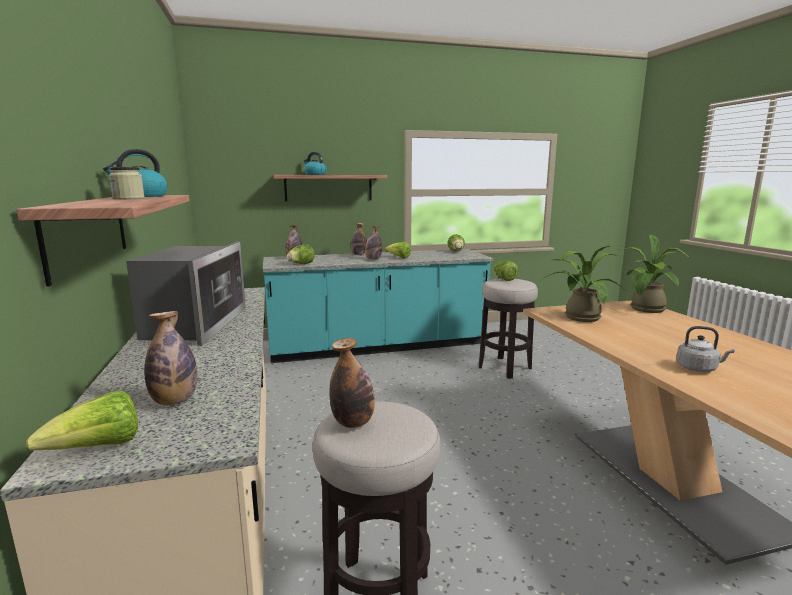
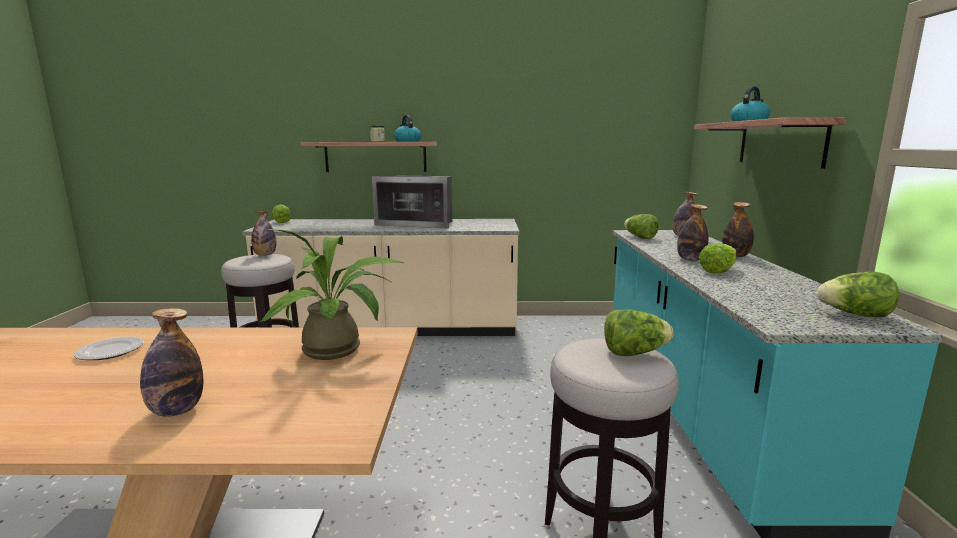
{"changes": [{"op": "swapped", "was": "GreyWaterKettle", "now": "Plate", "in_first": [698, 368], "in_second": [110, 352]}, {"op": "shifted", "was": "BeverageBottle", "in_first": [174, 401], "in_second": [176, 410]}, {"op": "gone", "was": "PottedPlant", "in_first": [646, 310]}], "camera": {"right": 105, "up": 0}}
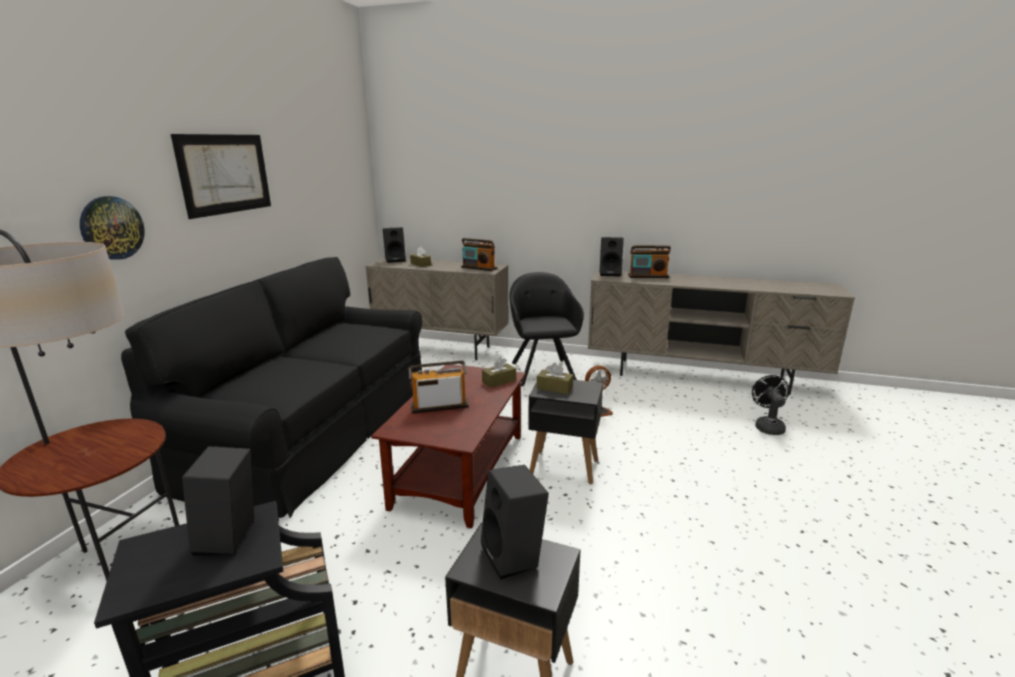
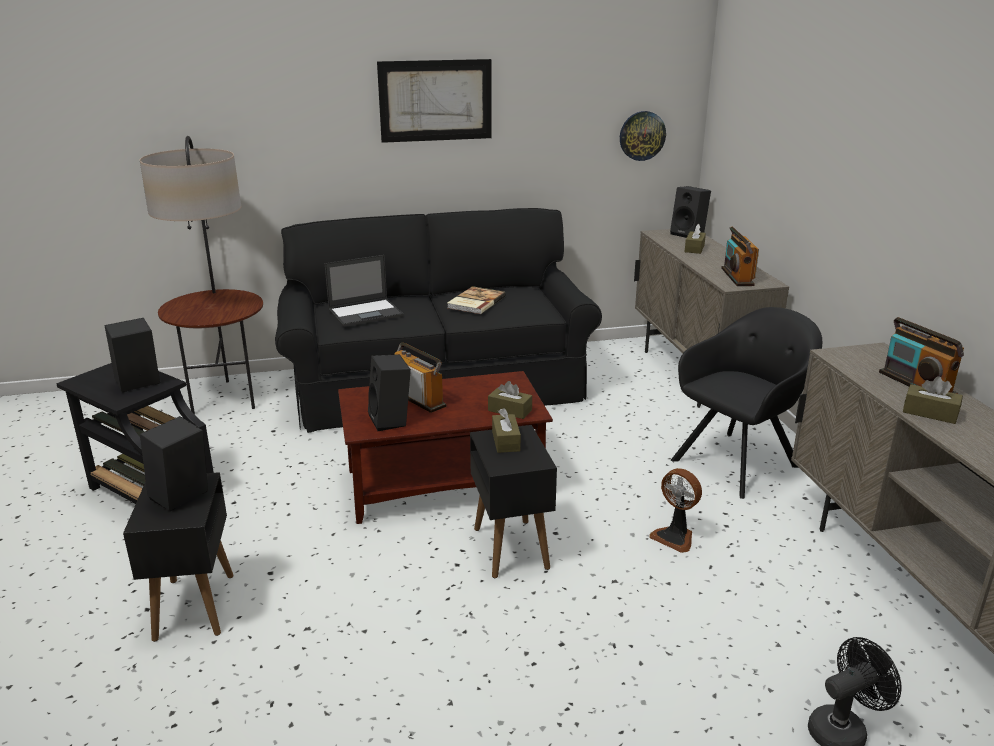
{"changes": [{"op": "new", "now": "Laptop", "in_second": [366, 313]}, {"op": "shifted", "was": "BlackAudioSpeaker", "in_first": [610, 274], "in_second": [392, 420]}, {"op": "new", "now": "Book", "in_second": [475, 302]}, {"op": "shifted", "was": "ClockOnTheWall", "in_first": [112, 228], "in_second": [642, 135]}, {"op": "new", "now": "BrownBoxOfTissues", "in_second": [930, 413]}], "camera": {"right": 60, "up": 5}}
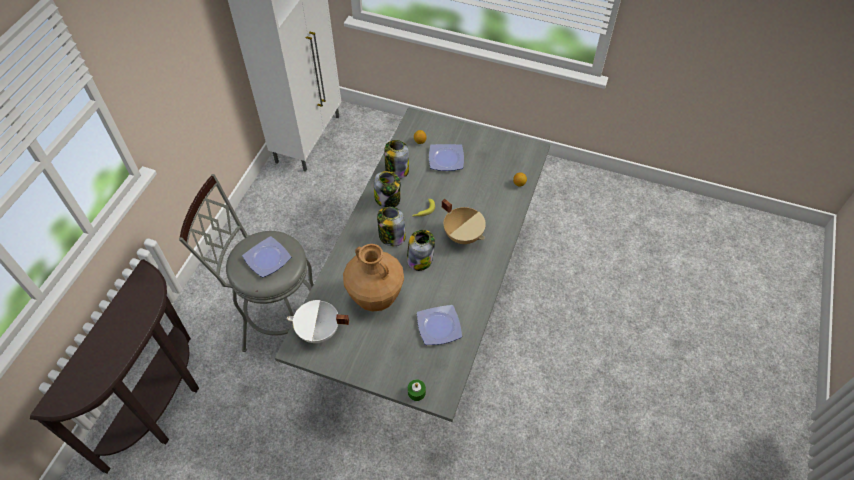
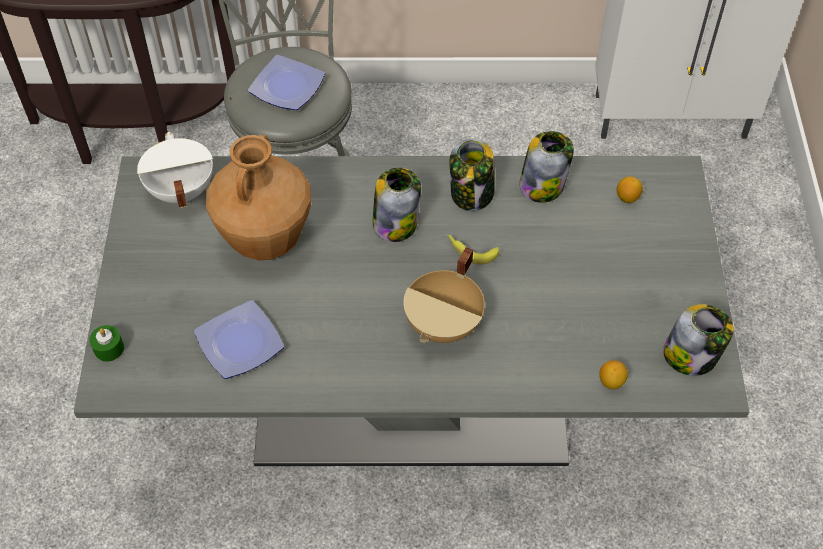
{"changes": [{"op": "shifted", "was": "Jar", "in_first": [420, 259], "in_second": [691, 356]}, {"op": "gone", "was": "Plate", "in_first": [447, 159]}], "camera": {"right": 70, "up": 0}}
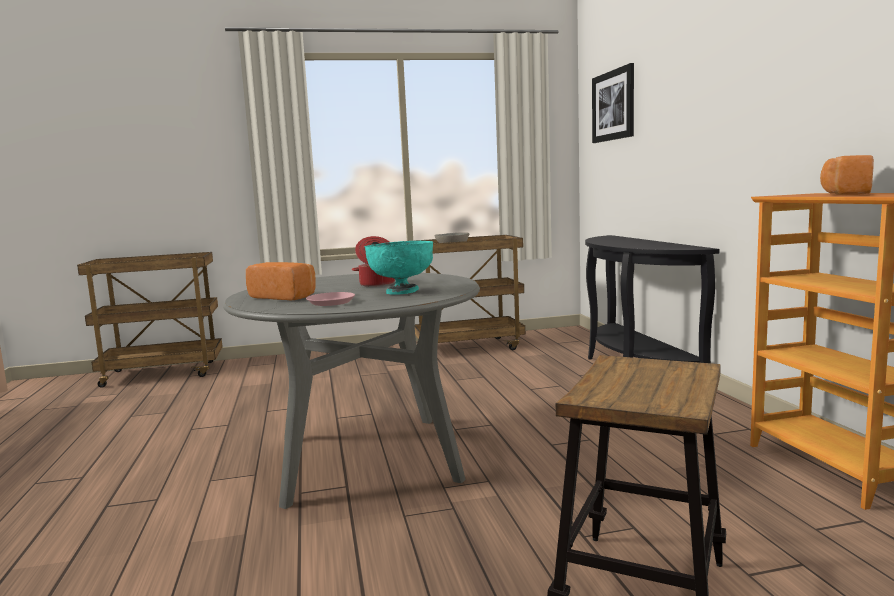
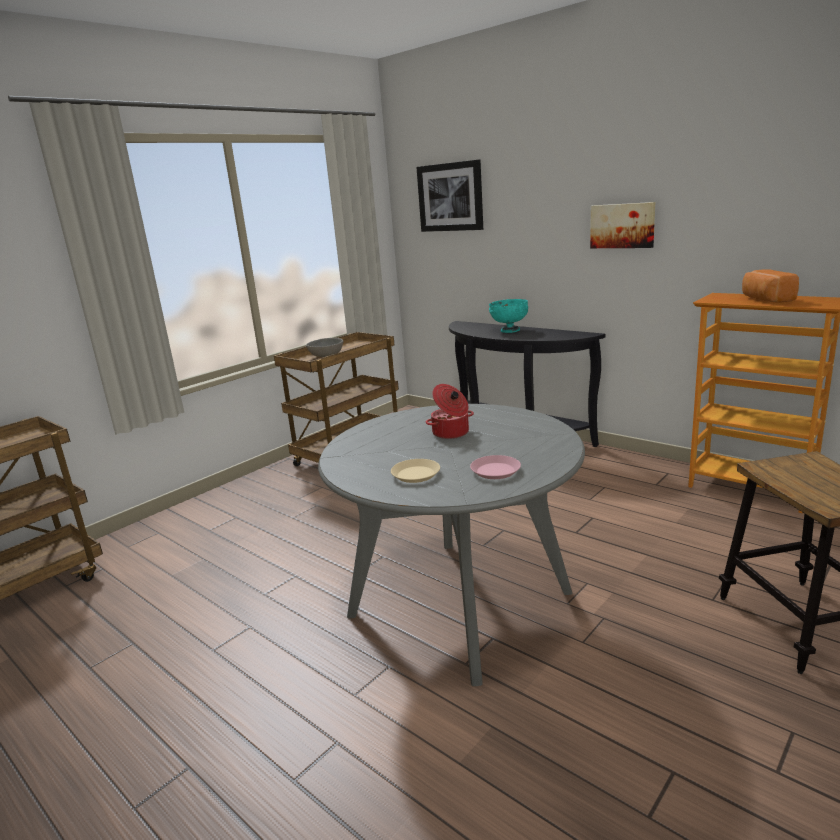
{"changes": [{"op": "swapped", "was": "Bread", "now": "BeigePlate", "in_first": [285, 297], "in_second": [416, 474]}, {"op": "shifted", "was": "TurquoiseDeepDish", "in_first": [402, 292], "in_second": [509, 330]}, {"op": "new", "now": "WallArt", "in_second": [622, 225]}], "camera": {"right": -35, "up": 10}}
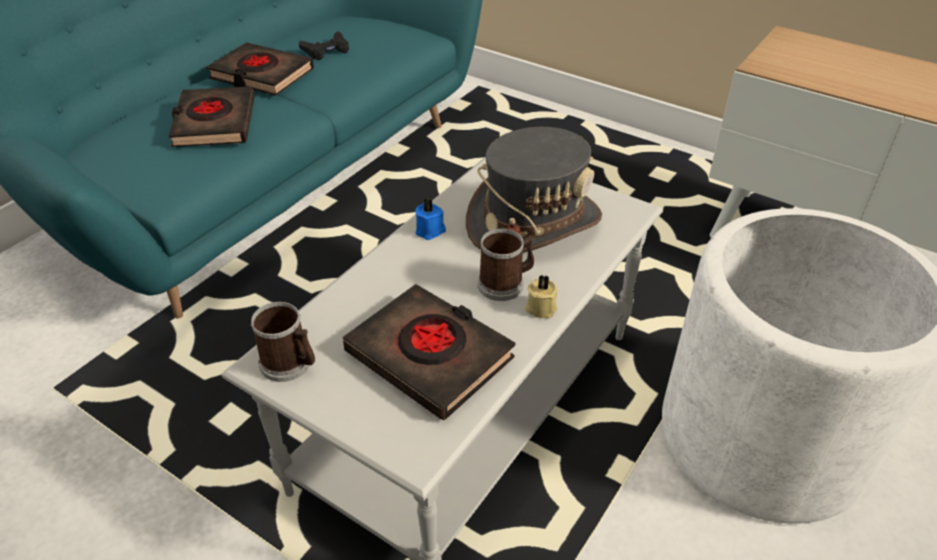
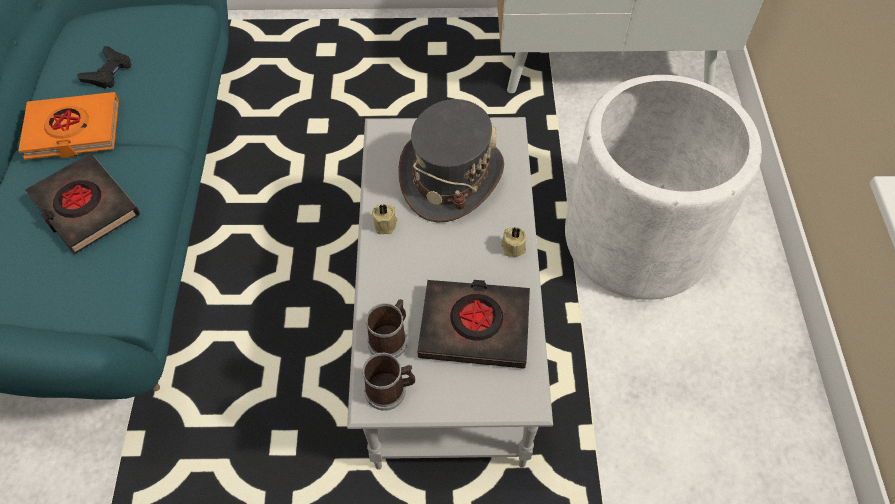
{"changes": [{"op": "repainted", "was": "BlackBook", "now": "OrangeBook", "in_first": [261, 75], "in_second": [73, 131]}, {"op": "shifted", "was": "TeaMug", "in_first": [505, 284], "in_second": [390, 338]}, {"op": "repainted", "was": "BluishCandle", "now": "BeigeCandle", "in_first": [431, 231], "in_second": [386, 224]}], "camera": {"right": -35, "up": 15}}
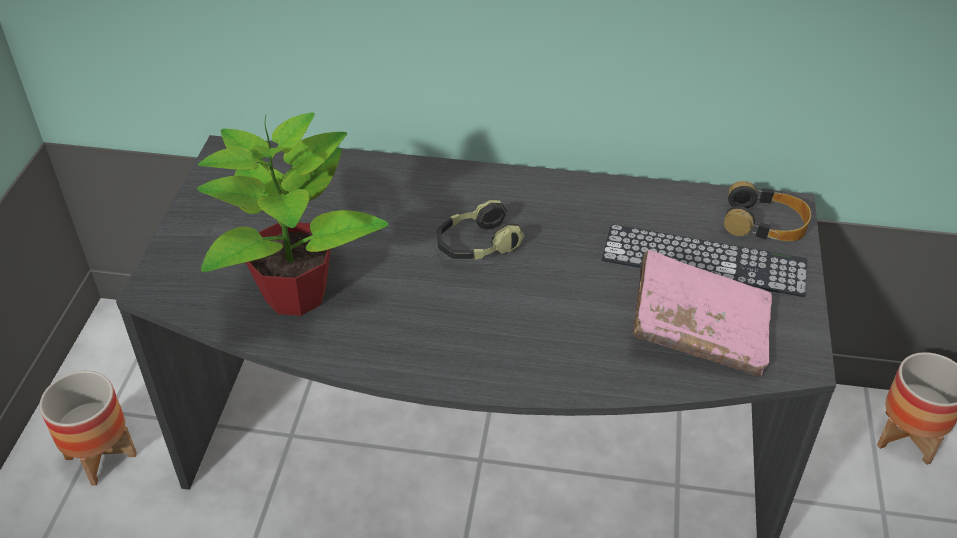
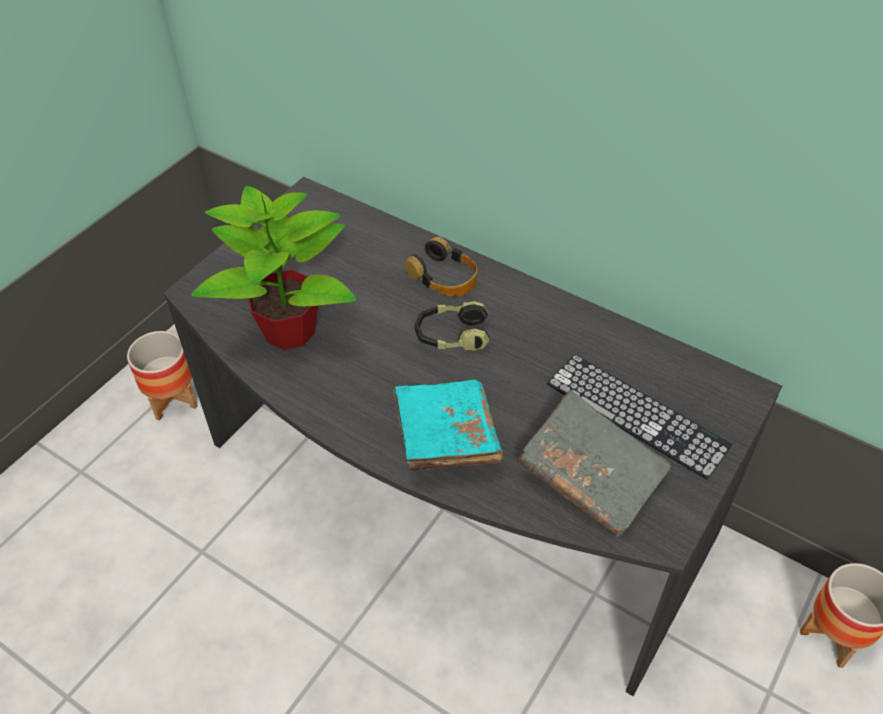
{"changes": [{"op": "new", "now": "TurquoiseBook", "in_second": [445, 437]}, {"op": "shifted", "was": "PairOfHeadphones", "in_first": [765, 223], "in_second": [444, 276]}, {"op": "repainted", "was": "PinkishBook", "now": "GreyBook", "in_first": [699, 330], "in_second": [591, 475]}], "camera": {"right": 25, "up": 5}}
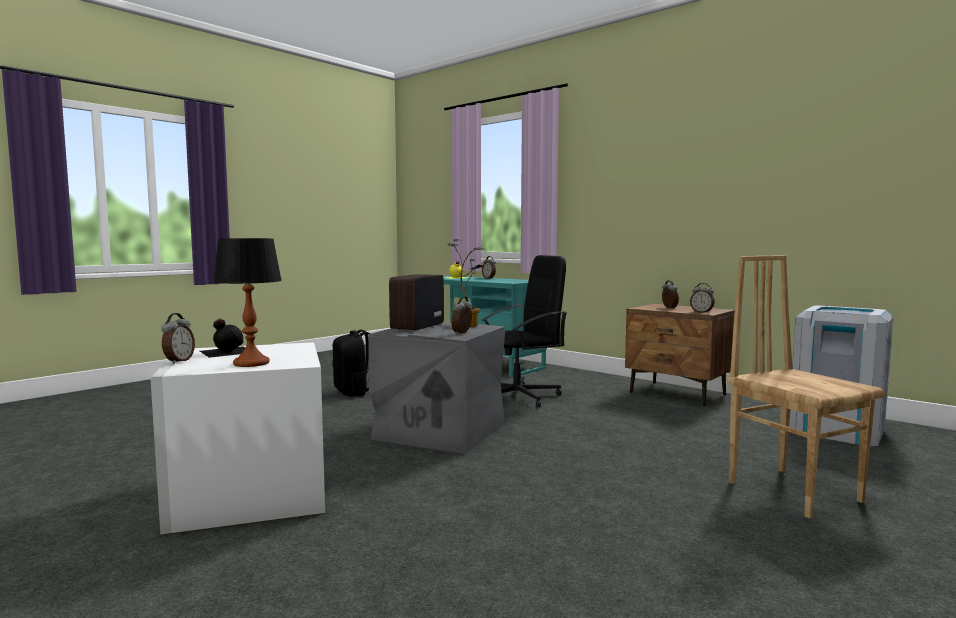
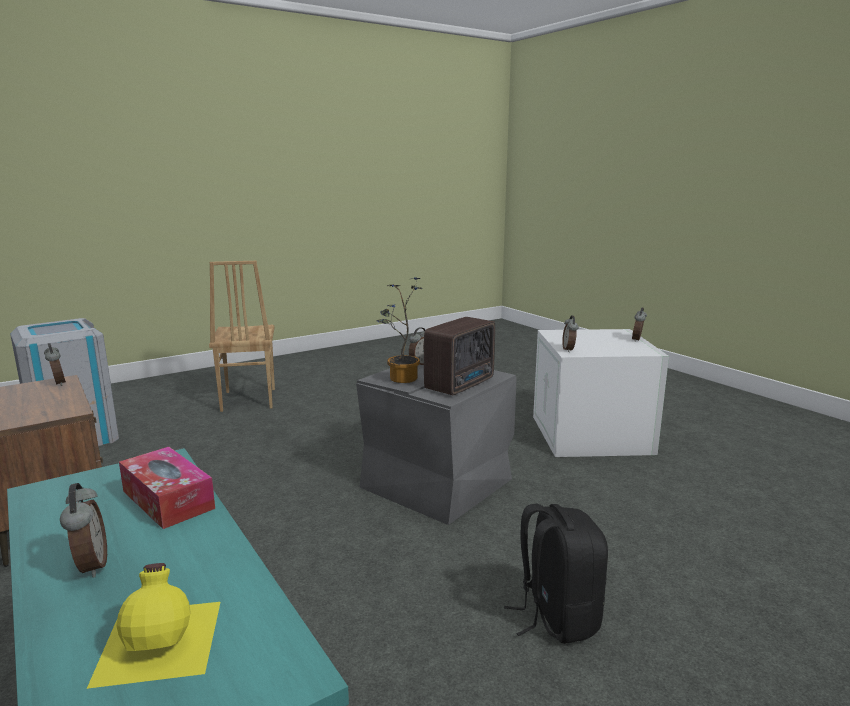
{"changes": [{"op": "new", "now": "BoxOfTissues", "in_second": [168, 499]}, {"op": "shifted", "was": "BedsideClock", "in_first": [669, 308], "in_second": [569, 349]}, {"op": "gone", "was": "BlackBeverageBottle", "in_first": [225, 351]}, {"op": "gone", "was": "TabletopLamp", "in_first": [252, 363]}, {"op": "gone", "was": "BlackDeskChair", "in_first": [518, 396]}], "camera": {"right": -165, "up": 10}}
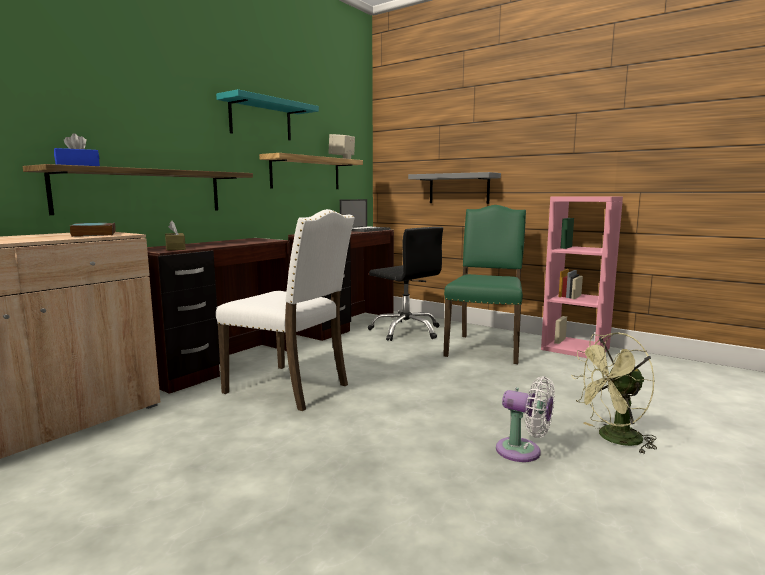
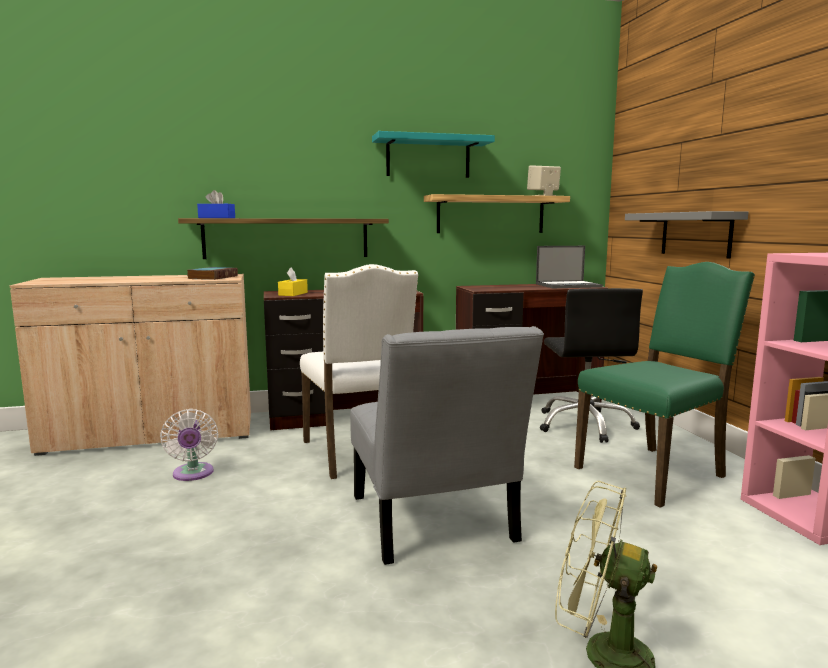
{"changes": [{"op": "shifted", "was": "WhiteFan", "in_first": [523, 452], "in_second": [193, 474]}, {"op": "repainted", "was": "BrownBoxOfTissues", "now": "YellowBoxOfTissues", "in_first": [175, 248], "in_second": [293, 294]}, {"op": "new", "now": "GreyPlainChair", "in_second": [434, 524]}], "camera": {"right": 40, "up": 0}}
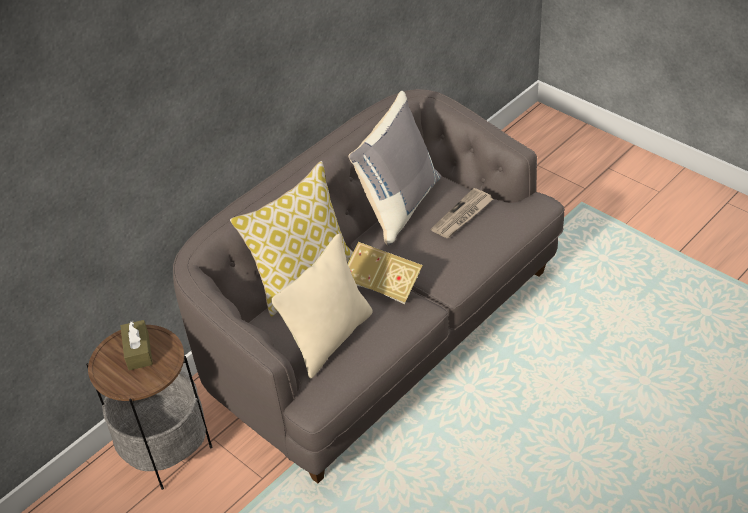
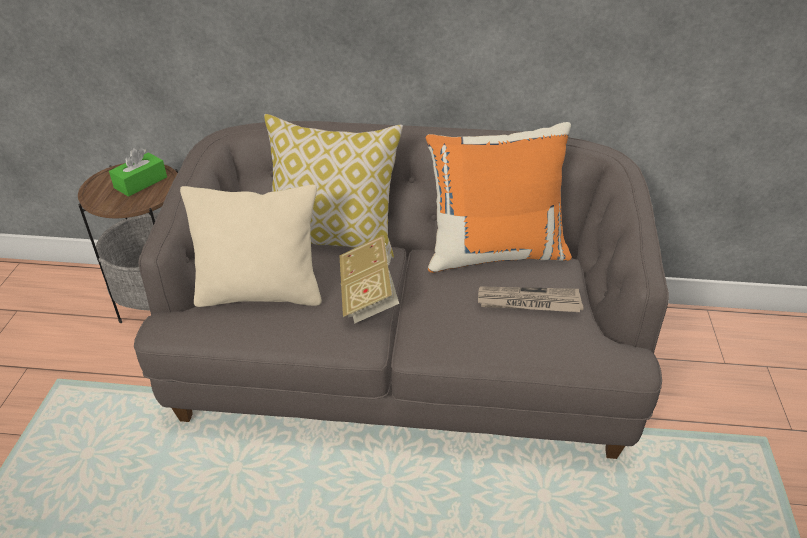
{"changes": [{"op": "repainted", "was": "BrownBoxOfTissues", "now": "GreenColouredBoxOfTissues", "in_first": [138, 351], "in_second": [141, 182]}, {"op": "repainted", "was": "GreyThrowPillow", "now": "OrangeThrowPillow", "in_first": [399, 206], "in_second": [494, 252]}], "camera": {"right": 50, "up": -5}}
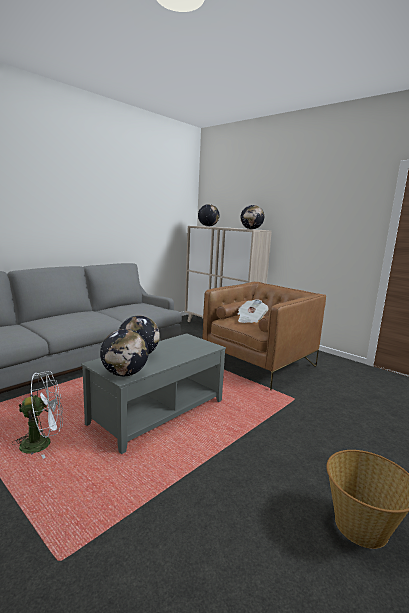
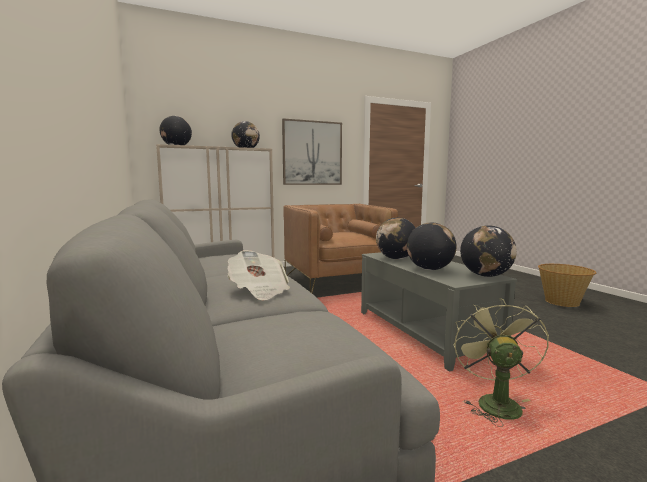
{"changes": [{"op": "shifted", "was": "PrintedPaper", "in_first": [250, 319], "in_second": [259, 290]}, {"op": "new", "now": "WallArt", "in_second": [312, 153]}, {"op": "new", "now": "WorldGlobe", "in_second": [396, 258]}, {"op": "repainted", "was": "WhiteFan", "now": "GreenColouredFan", "in_first": [43, 443], "in_second": [494, 402]}], "camera": {"right": -65, "up": -5}}
